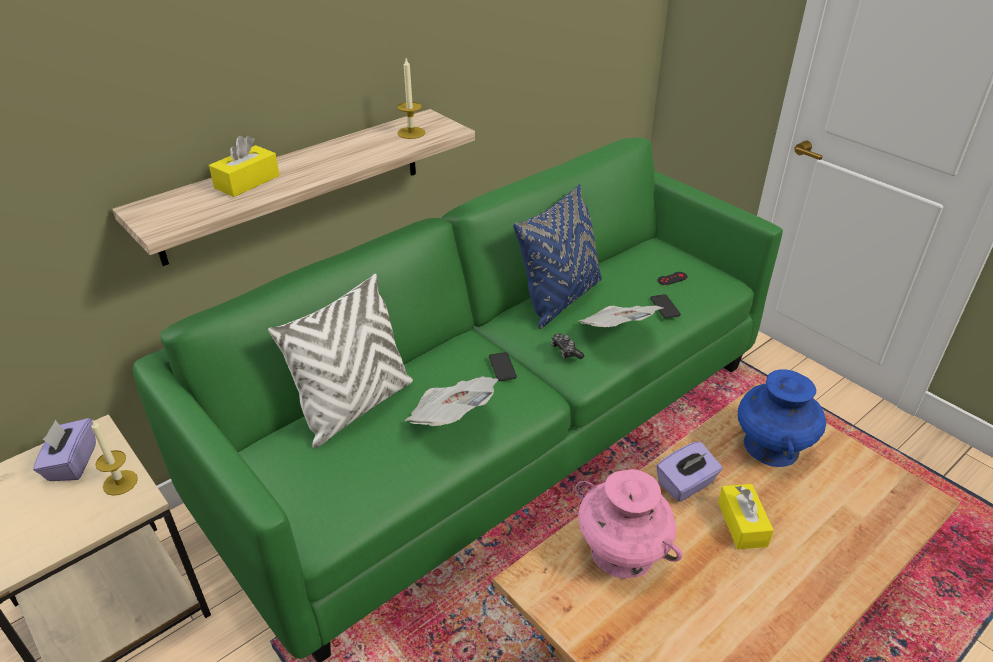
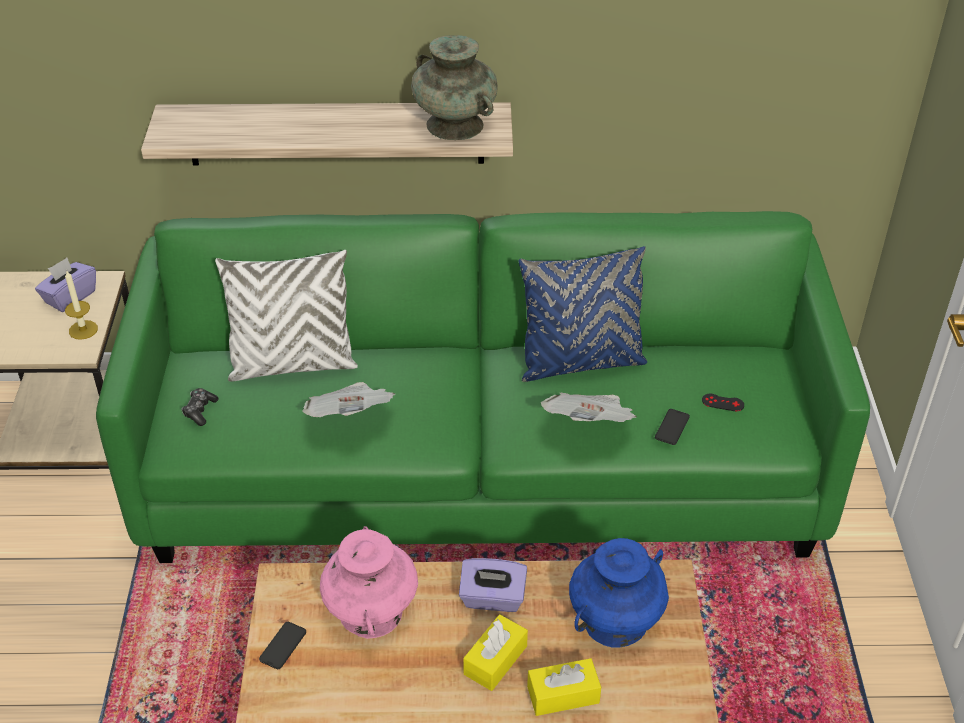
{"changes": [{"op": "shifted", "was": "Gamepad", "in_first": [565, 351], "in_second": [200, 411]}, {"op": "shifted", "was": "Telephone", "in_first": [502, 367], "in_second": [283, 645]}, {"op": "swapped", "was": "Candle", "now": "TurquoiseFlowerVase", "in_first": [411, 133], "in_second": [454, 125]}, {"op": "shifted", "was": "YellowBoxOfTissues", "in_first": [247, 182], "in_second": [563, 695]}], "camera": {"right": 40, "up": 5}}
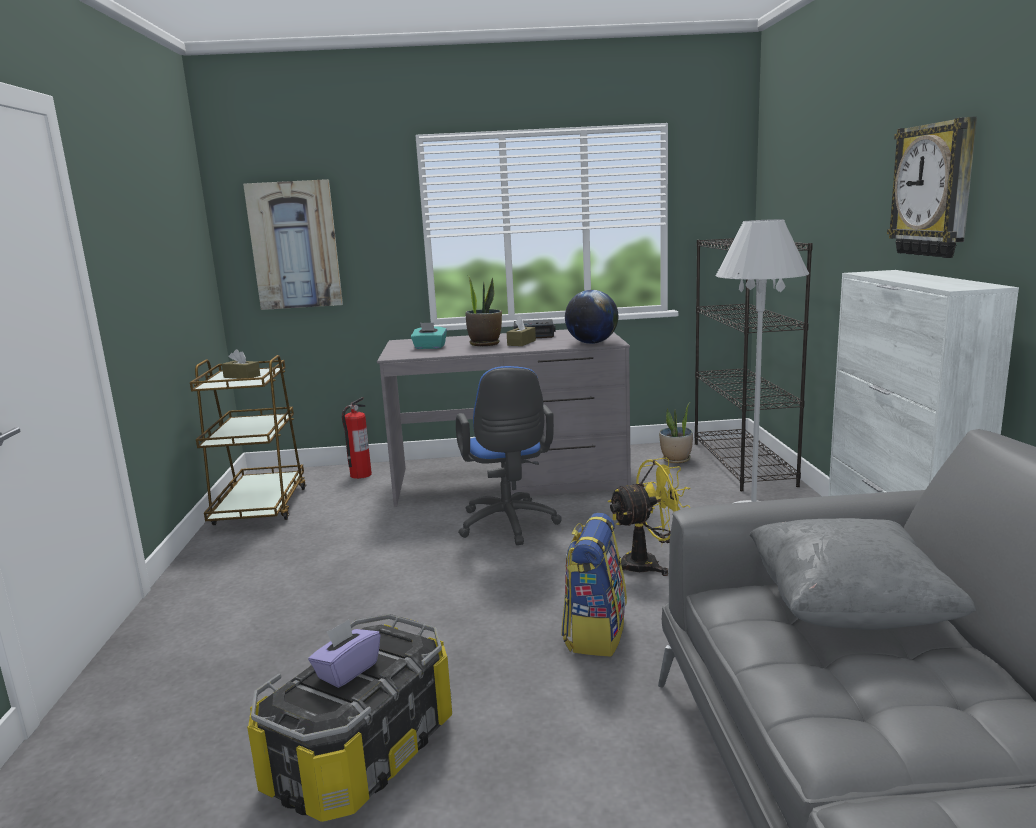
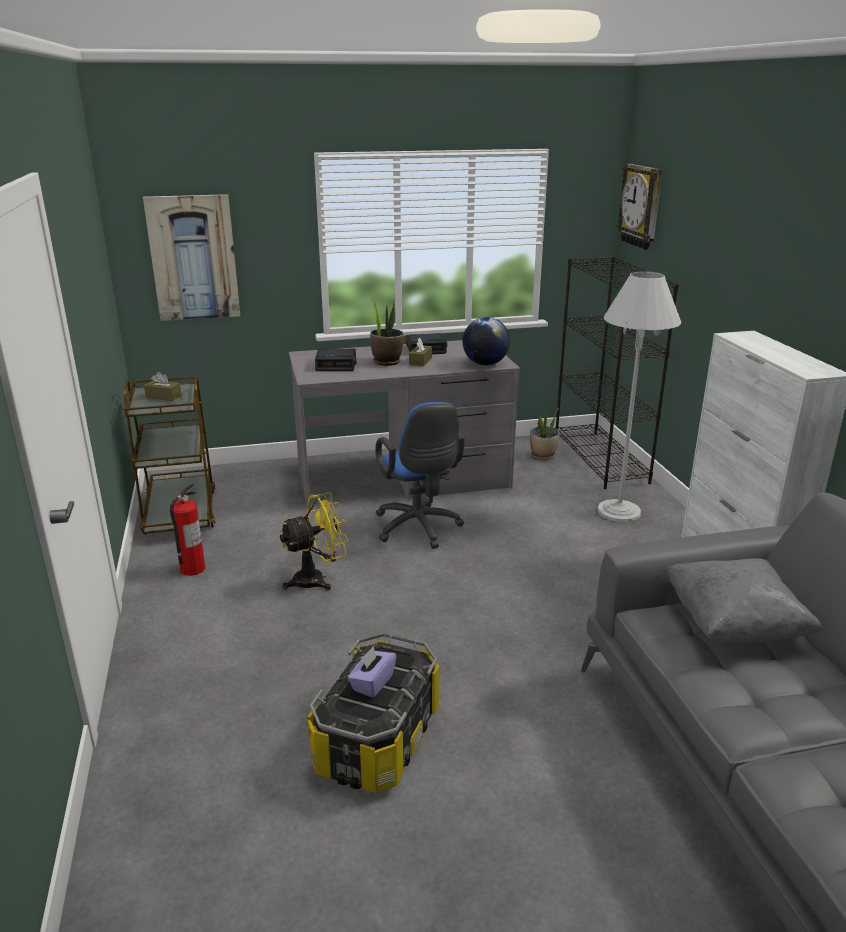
{"changes": [{"op": "shifted", "was": "FireExtinguisher", "in_first": [360, 475], "in_second": [192, 569]}, {"op": "shifted", "was": "YellowFan", "in_first": [648, 564], "in_second": [317, 579]}, {"op": "swapped", "was": "TurquoiseBoxOfTissues", "now": "BedsideClock", "in_first": [429, 347], "in_second": [336, 365]}, {"op": "shifted", "was": "ClockOnTheWall", "in_first": [934, 190], "in_second": [641, 206]}, {"op": "gone", "was": "Backpack", "in_first": [594, 633]}], "camera": {"right": -10, "up": 10}}
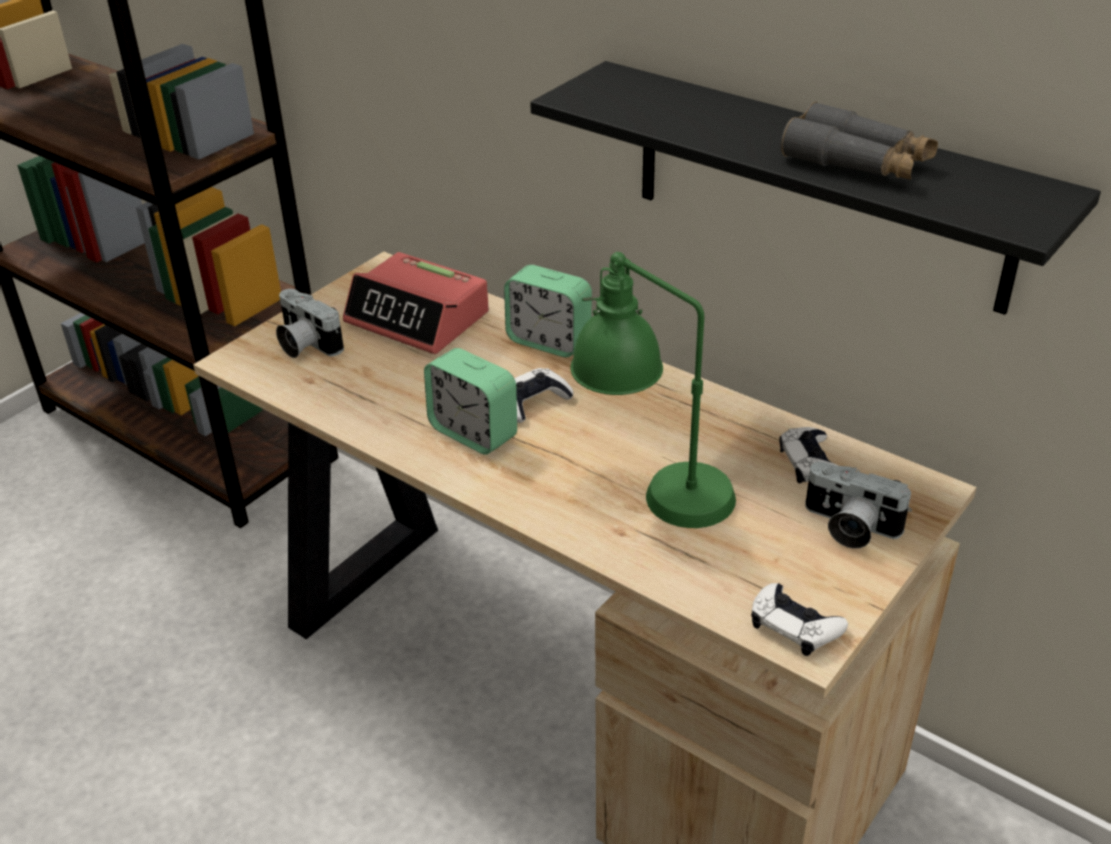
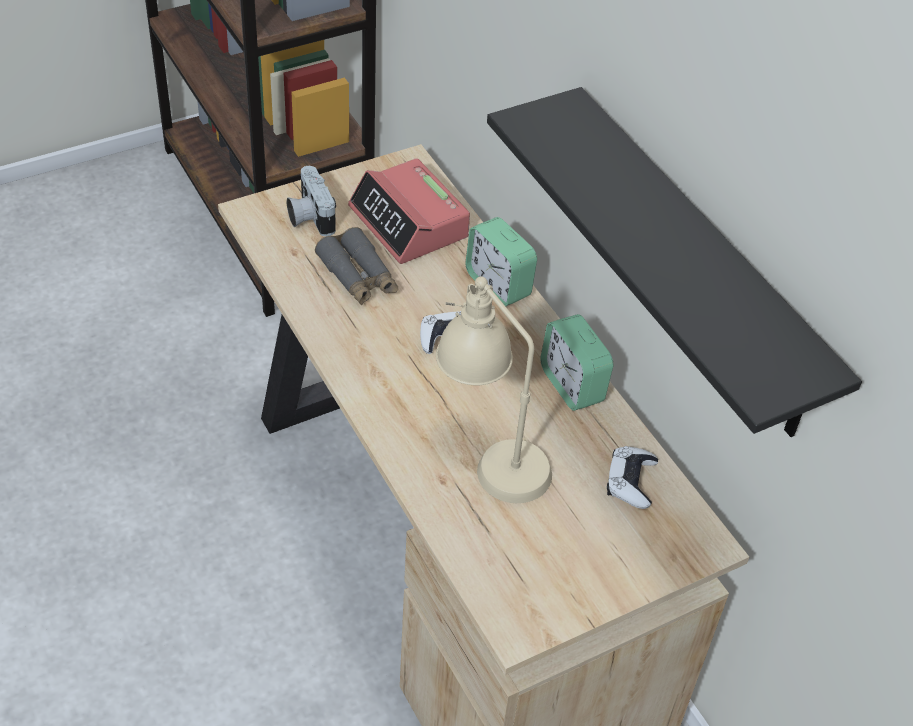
{"changes": [{"op": "shifted", "was": "GreyBinoculars", "in_first": [857, 162], "in_second": [358, 276]}, {"op": "repainted", "was": "GreenColouredTabletopLamp", "now": "BeigeTabletopLamp", "in_first": [651, 490], "in_second": [488, 454]}, {"op": "shifted", "was": "BedsideClock", "in_first": [473, 433], "in_second": [572, 385]}, {"op": "gone", "was": "WhiteGamepad", "in_first": [794, 625]}, {"op": "gone", "was": "PhotoCamera", "in_first": [848, 527]}], "camera": {"right": 20, "up": 10}}
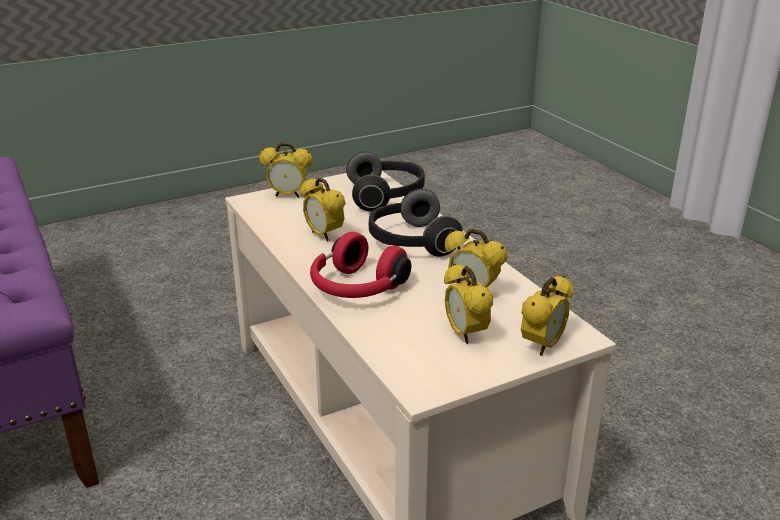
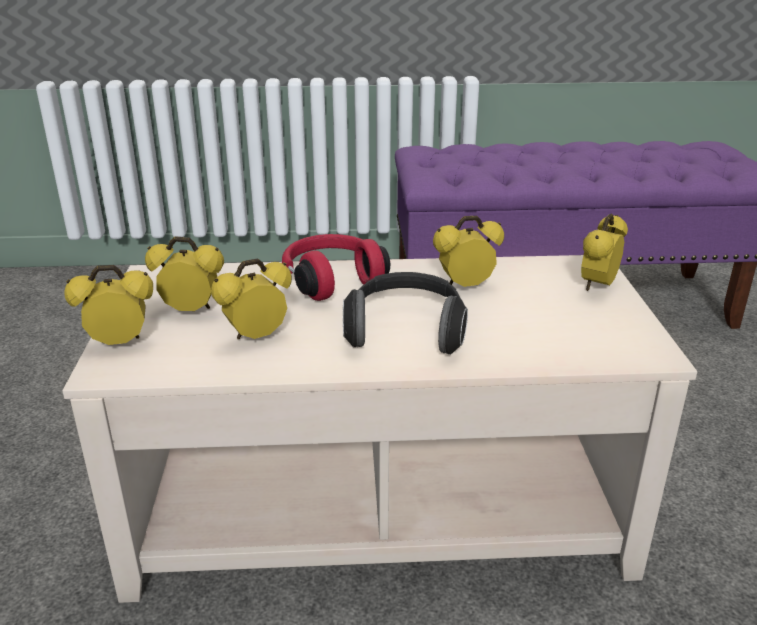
{"changes": [{"op": "rotated", "was": "BedsideClock", "in_first": [542, 346], "in_second": [120, 343], "clockwise": 105}, {"op": "gone", "was": "PairOfHeadphones", "in_first": [386, 196]}], "camera": {"right": 115, "up": 0}}
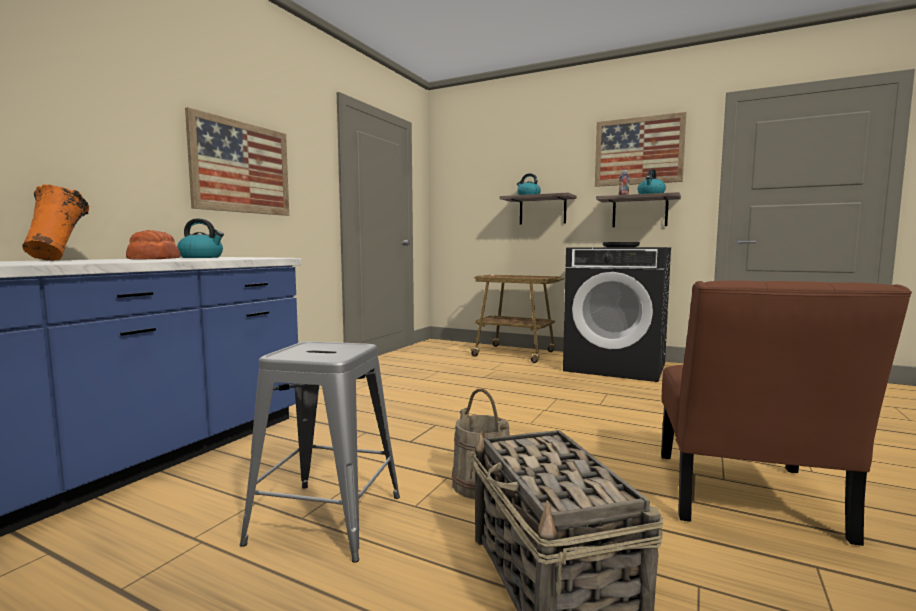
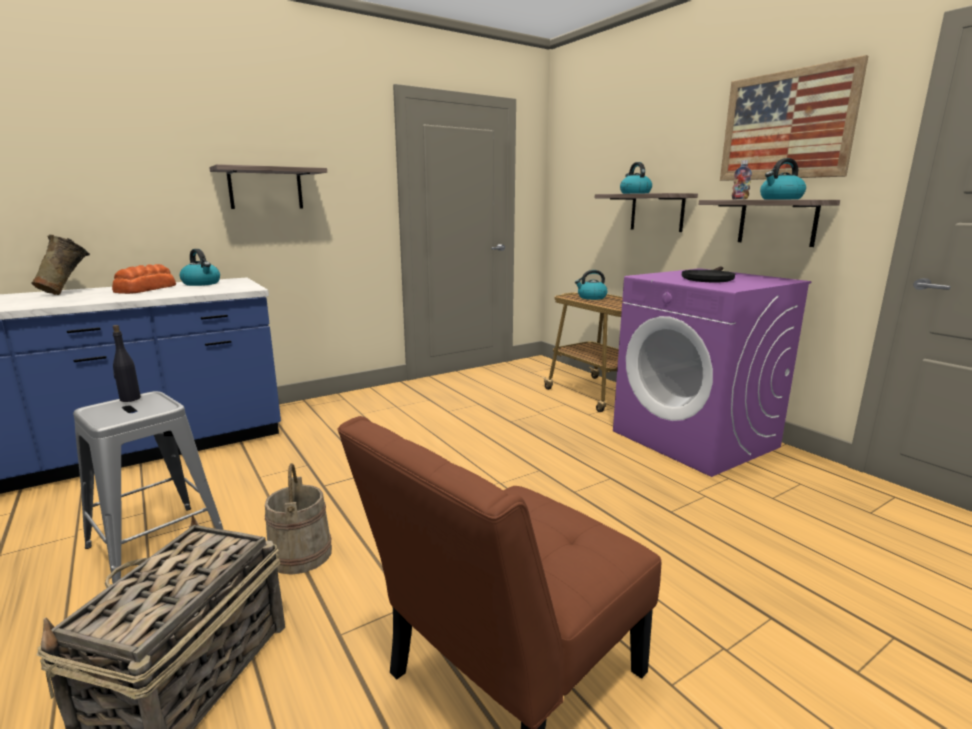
{"changes": [{"op": "repainted", "was": "OrangeFlowerVase", "now": "BeigeFlowerVase", "in_first": [59, 260], "in_second": [67, 293]}, {"op": "new", "now": "BlackBeverageBottle", "in_second": [130, 399]}, {"op": "swapped", "was": "WallArt", "now": "BracketShelf", "in_first": [241, 167], "in_second": [265, 188]}, {"op": "new", "now": "WaterKettle", "in_second": [591, 297]}, {"op": "repainted", "was": "BlackWashingMachine", "now": "PurplishWashingMachine", "in_first": [616, 367], "in_second": [695, 439]}], "camera": {"right": 30, "up": 10}}
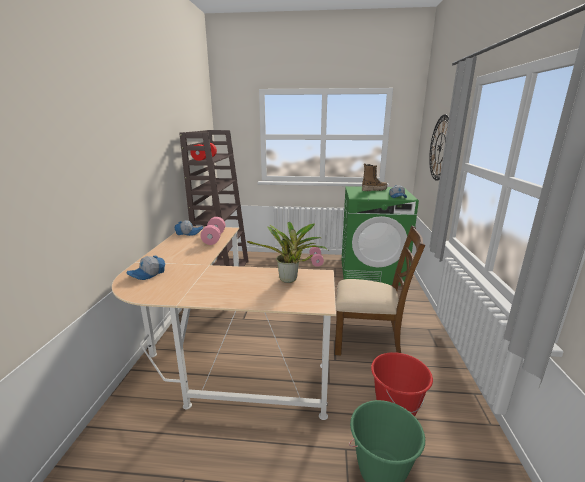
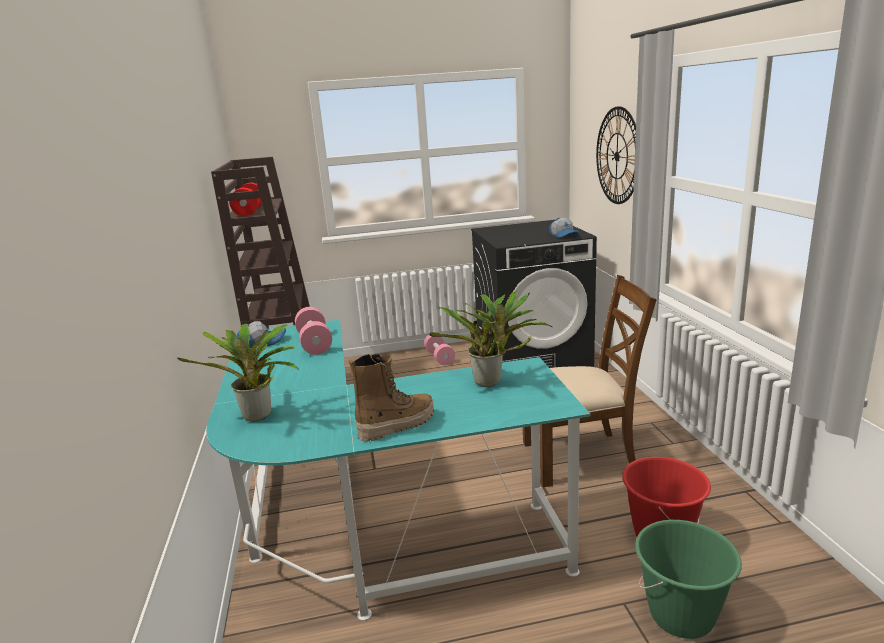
{"changes": [{"op": "swapped", "was": "PeakedCap", "now": "PottedPlant", "in_first": [148, 274], "in_second": [259, 417]}, {"op": "repainted", "was": "BeigeDeskTable", "now": "TurquoiseDeskTable", "in_first": [219, 354], "in_second": [368, 529]}, {"op": "shifted", "was": "Boot", "in_first": [374, 190], "in_second": [397, 425]}, {"op": "repainted", "was": "GreenColouredWashingMachine", "now": "BlackWashingMachine", "in_first": [372, 271], "in_second": [533, 357]}], "camera": {"right": -15, "up": 0}}
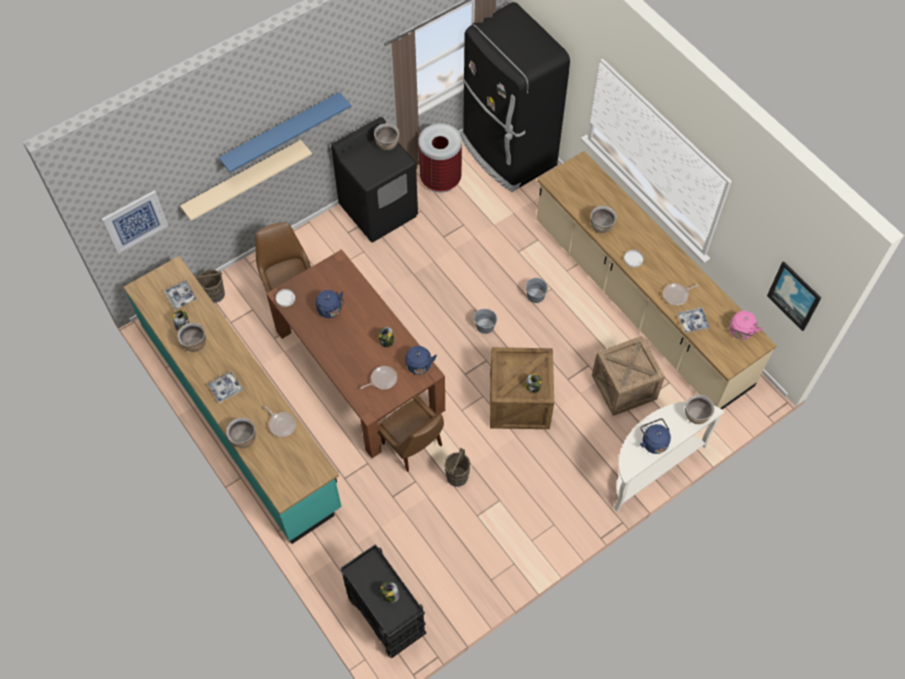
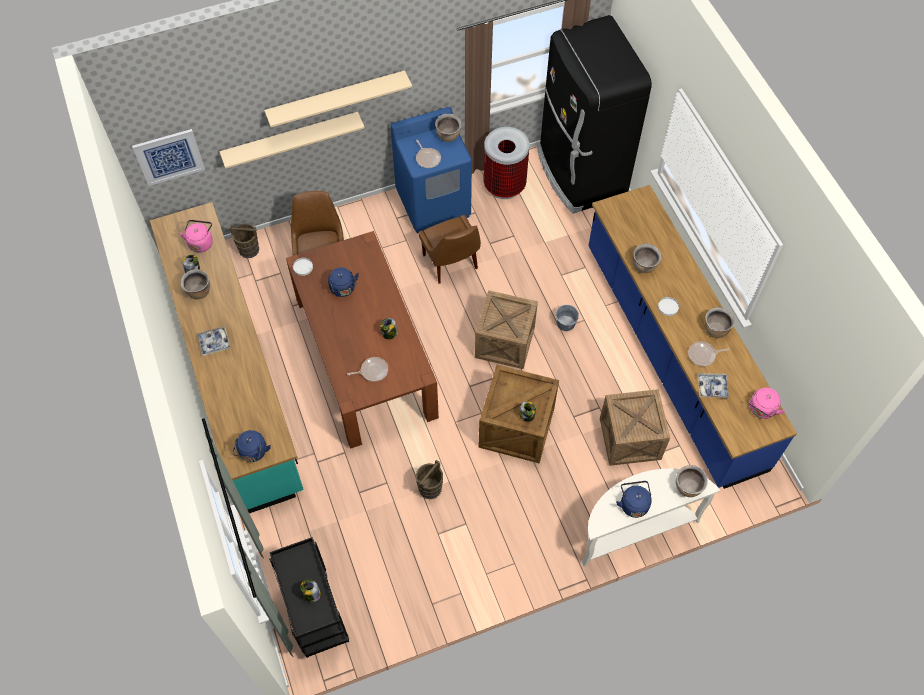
{"changes": [{"op": "swapped", "was": "ServingTray", "now": "PinkishWaterKettle", "in_first": [181, 296], "in_second": [201, 242]}, {"op": "shifted", "was": "BluishWaterKettle", "in_first": [419, 367], "in_second": [253, 453]}, {"op": "repainted", "was": "BluishBracketShelf", "now": "BeigeBracketShelf", "in_first": [281, 131], "in_second": [336, 98]}, {"op": "repainted", "was": "BlackWashingMachine", "now": "BluishWashingMachine", "in_first": [379, 210], "in_second": [434, 203]}, {"op": "shifted", "was": "Skillet", "in_first": [281, 424], "in_second": [427, 158]}, {"op": "shifted", "was": "BrownPlainChair", "in_first": [413, 446], "in_second": [451, 263]}, {"op": "swapped", "was": "GreyBucket", "now": "PackingCrate", "in_first": [485, 326], "in_second": [505, 342]}, {"op": "repainted", "was": "BeigeCounter", "now": "BluishCounter", "in_first": [639, 303], "in_second": [672, 355]}, {"op": "shifted", "was": "BrownSaucepot", "in_first": [243, 439], "in_second": [715, 330]}, {"op": "gone", "was": "WallArt", "in_first": [794, 295]}], "camera": {"right": 15, "up": 0}}
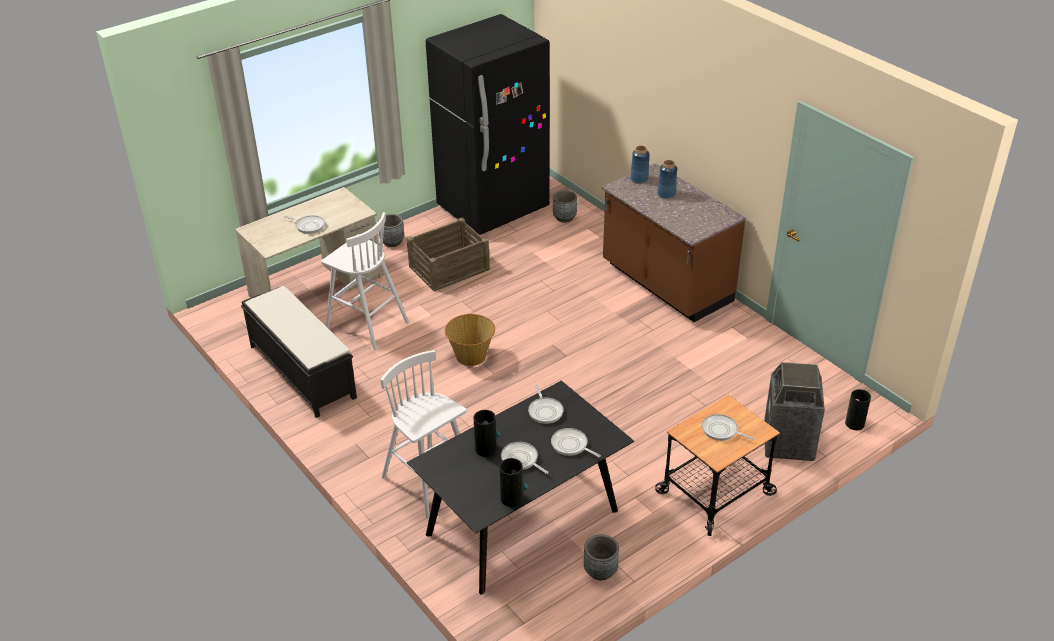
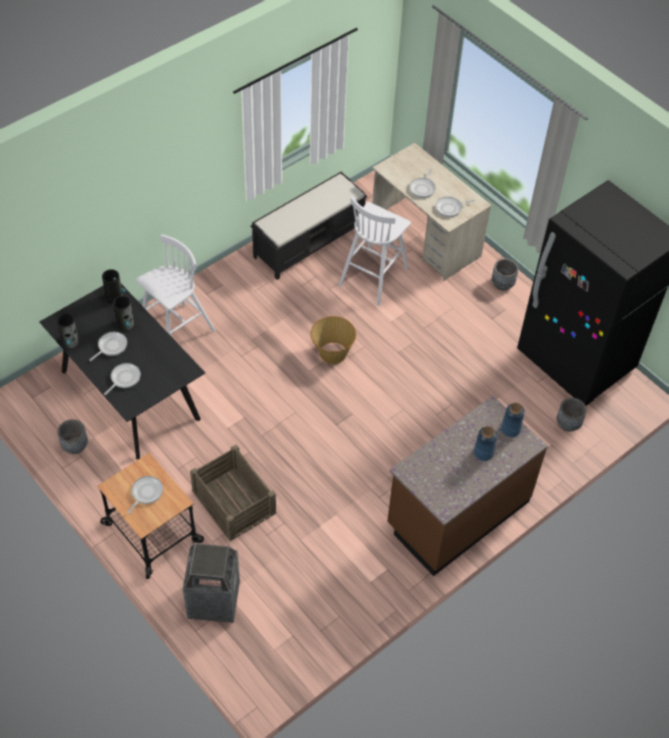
{"changes": [{"op": "shifted", "was": "FlowerVase", "in_first": [854, 423], "in_second": [114, 297]}, {"op": "shifted", "was": "PackingCrate", "in_first": [448, 267], "in_second": [234, 501]}, {"op": "shifted", "was": "Skillet", "in_first": [545, 411], "in_second": [450, 208]}], "camera": {"right": 85, "up": 15}}
